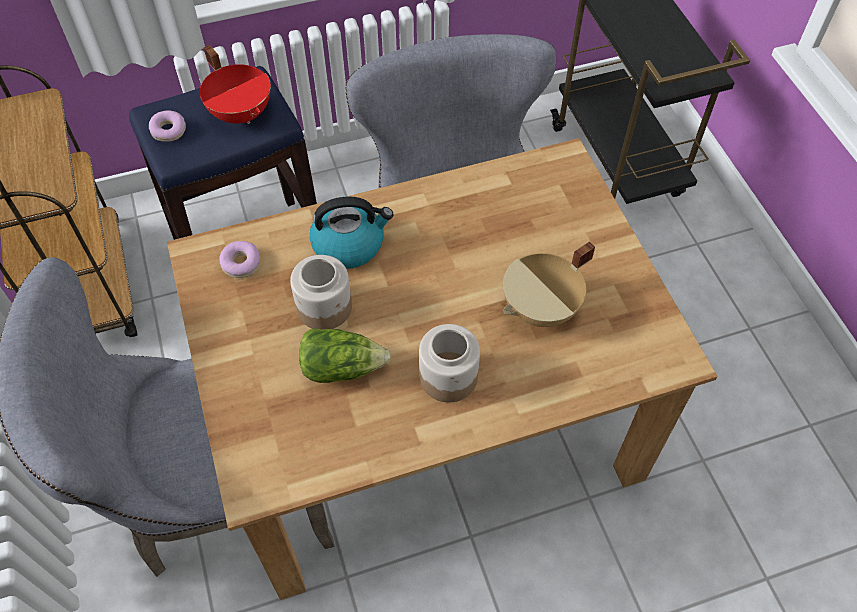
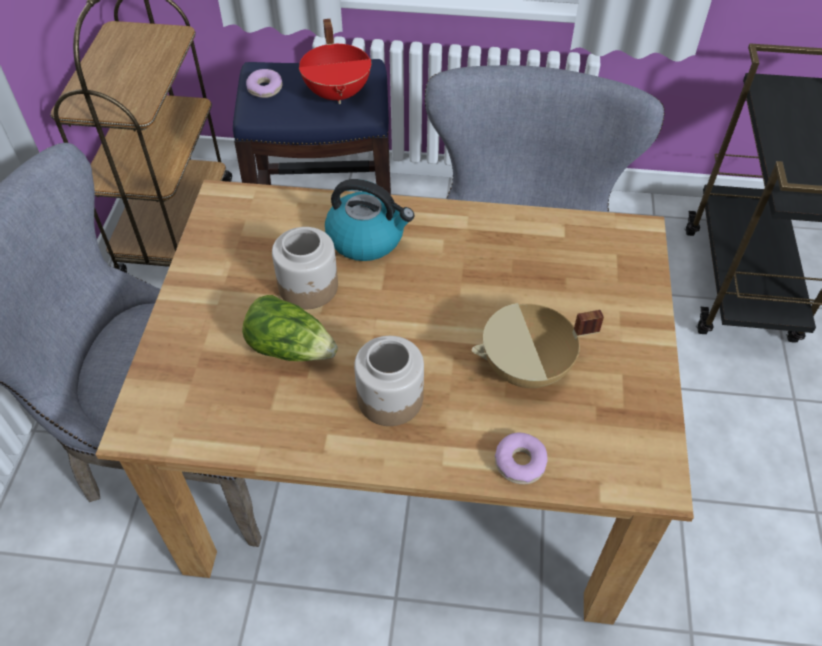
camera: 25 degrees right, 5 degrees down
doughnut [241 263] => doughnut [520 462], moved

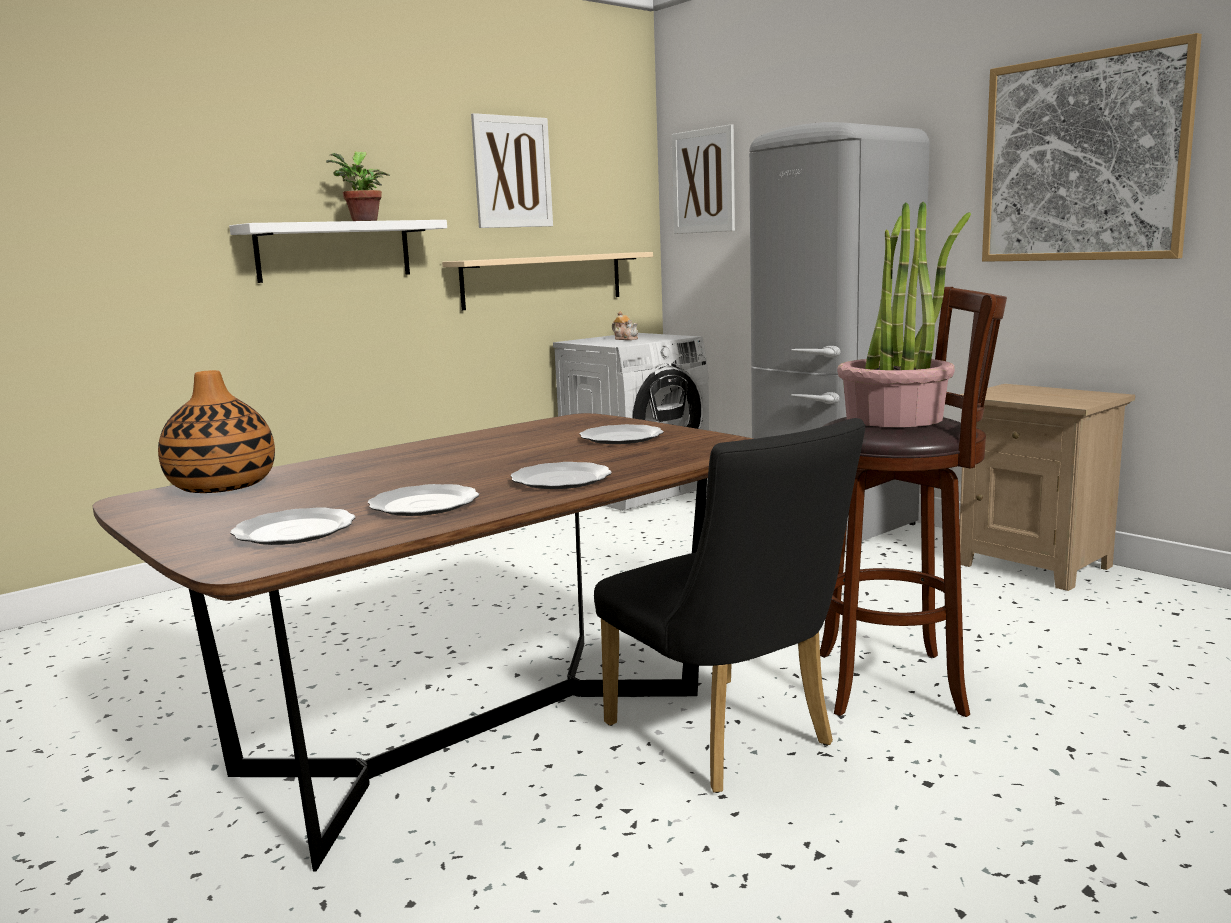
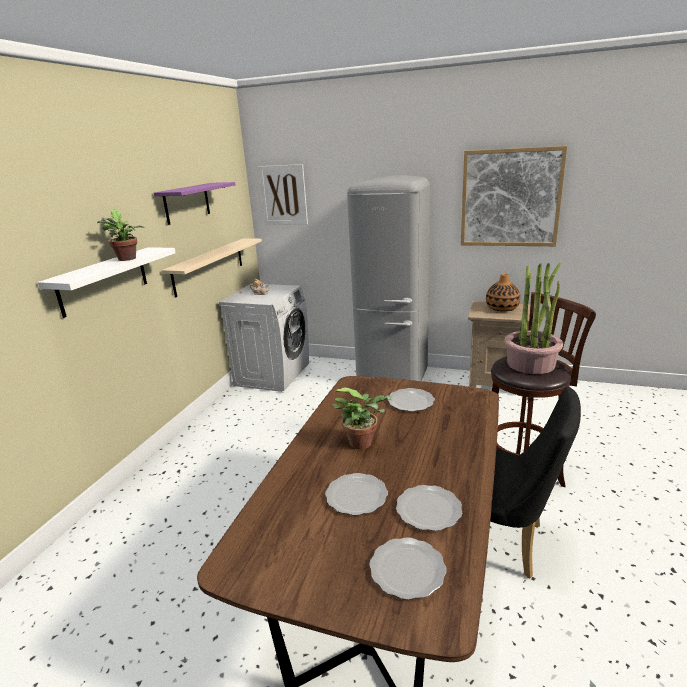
camera: 30 degrees left, 10 degrees up
wall art [512 172] => bracket shelf (purplish) [187 203]
flat dish [562 480] => flat dish [357 496], moved
nothing => potted plant [363 442]
flower vase [222 486] => flower vase [502 308], moved

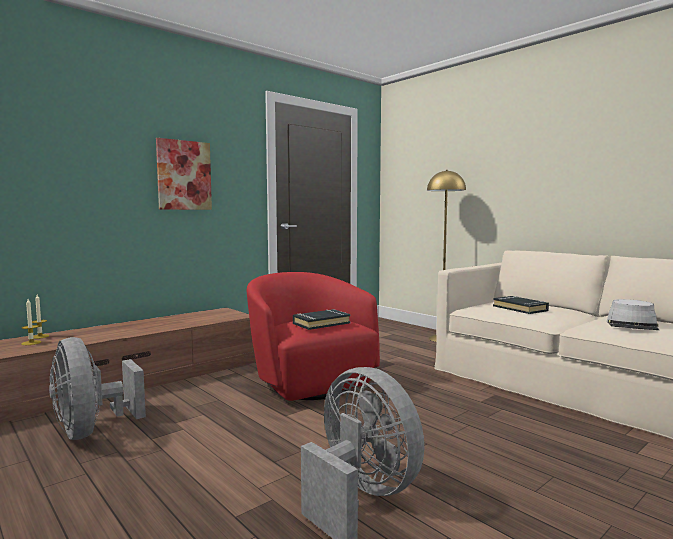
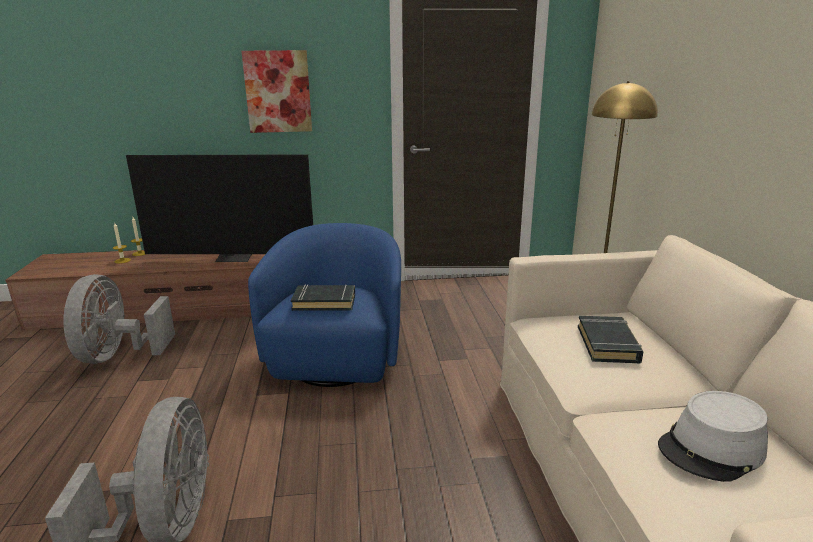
camera: 35 degrees right, 15 degrees up
nothing => TV set [235 258]
lounge chair (red) [308 383] => lounge chair (blue) [337 358]

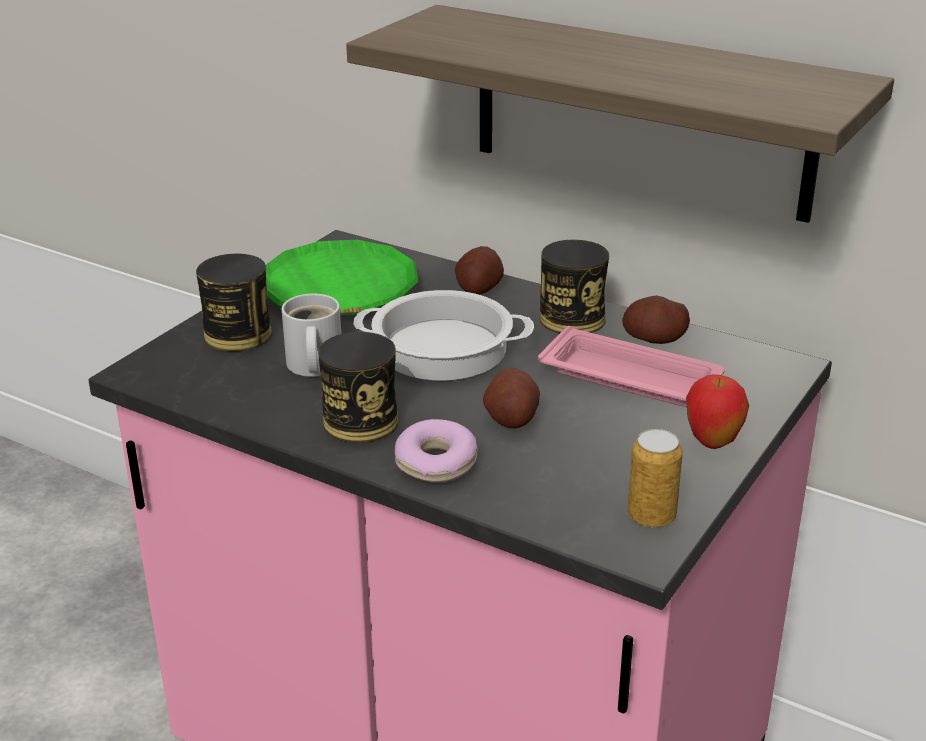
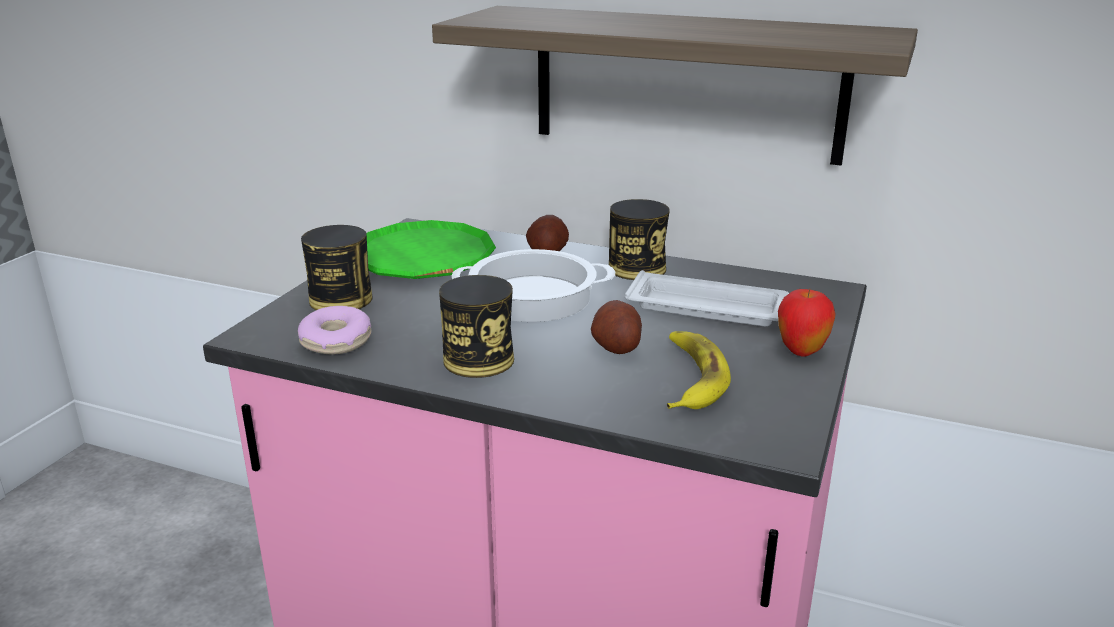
camera: 10 degrees left, 5 degrees down
doughnut [435 463] => doughnut [336 342], moved
tray (pink-coloured) [633 379] => tray (whitish) [709 309]
nothing => banana [691 377]
mug (whitish) [312 366] => nothing
whole potato [654 339] => nothing
sealed can [651 516] => nothing

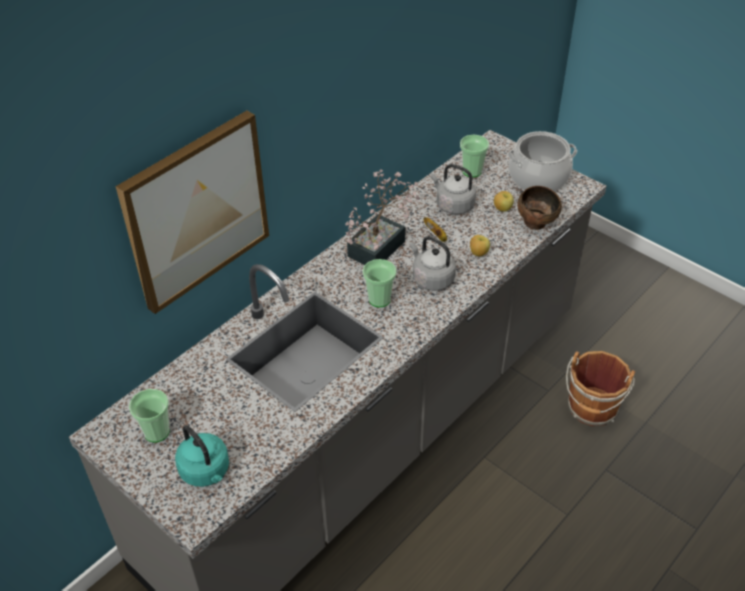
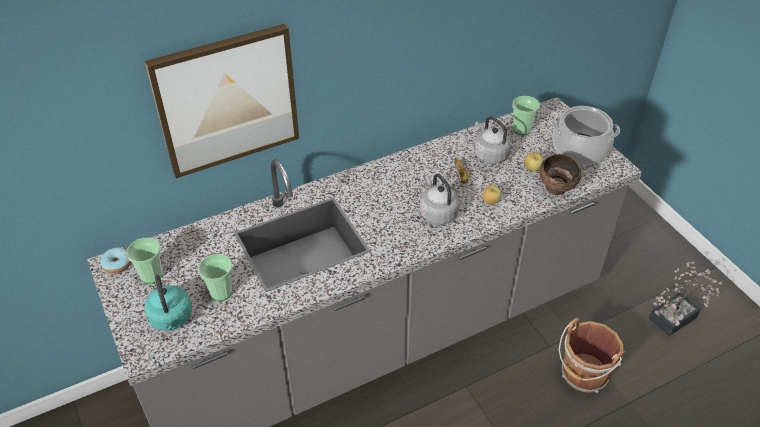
camera: 20 degrees right, 0 degrees up
nothing => doughnut [117 264]
small cup [379 299] => small cup [221 292], moved
potted plant [381 245] => potted plant [676 316], moved

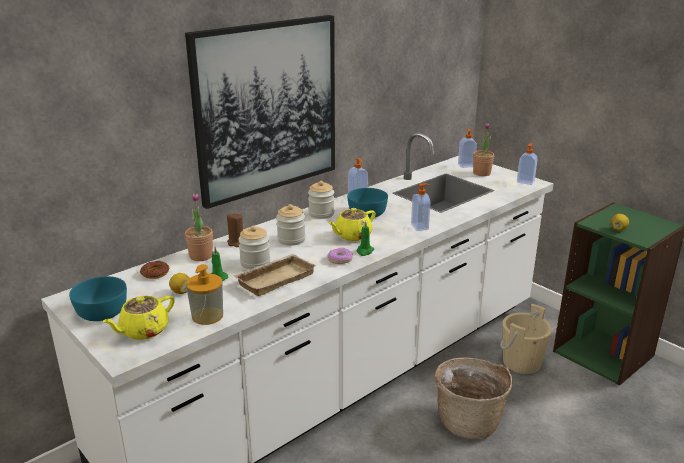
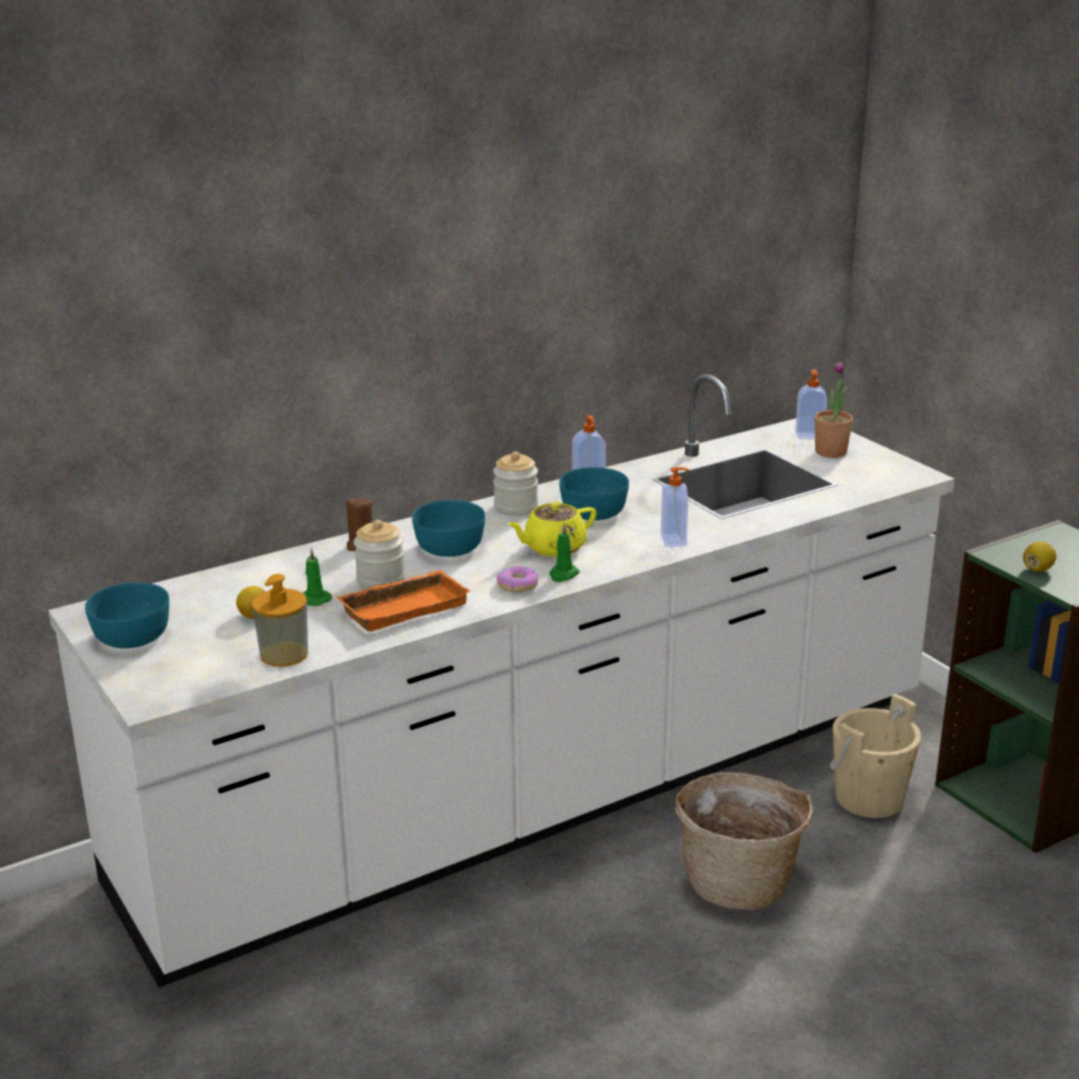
camera: 10 degrees right, 0 degrees up
tray (sand-coloured) [275 278] => tray (orange) [404 606]
storage jar [291 239] => serving bowl (turquoise) [451 547]
tea pot (yellow-coloured) [143 331] => nothing
doughnut [155 273] => nothing
wall art [266 108] => nothing
potted plant [201 256] => nothing
soap bottle [525 182] => nothing

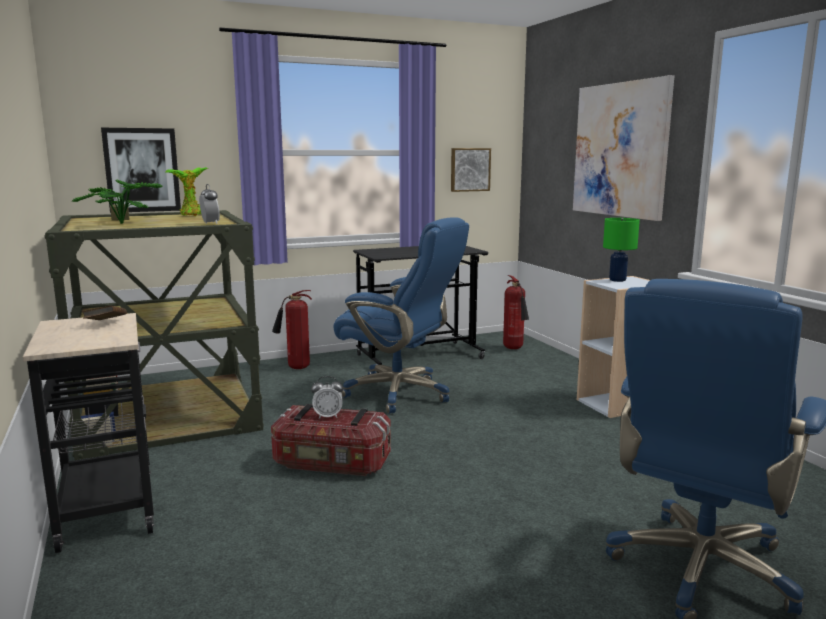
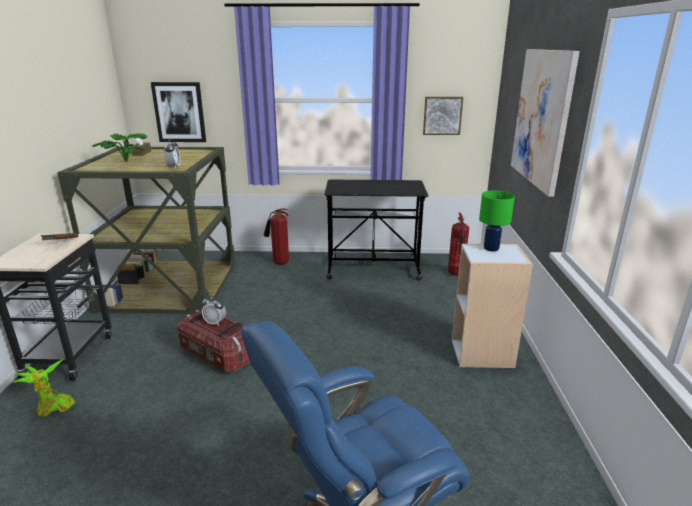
camera: 25 degrees right, 10 degrees up
potted plant [194 215] => potted plant [53 408], moved
office chair (blue) [400 395] => nothing

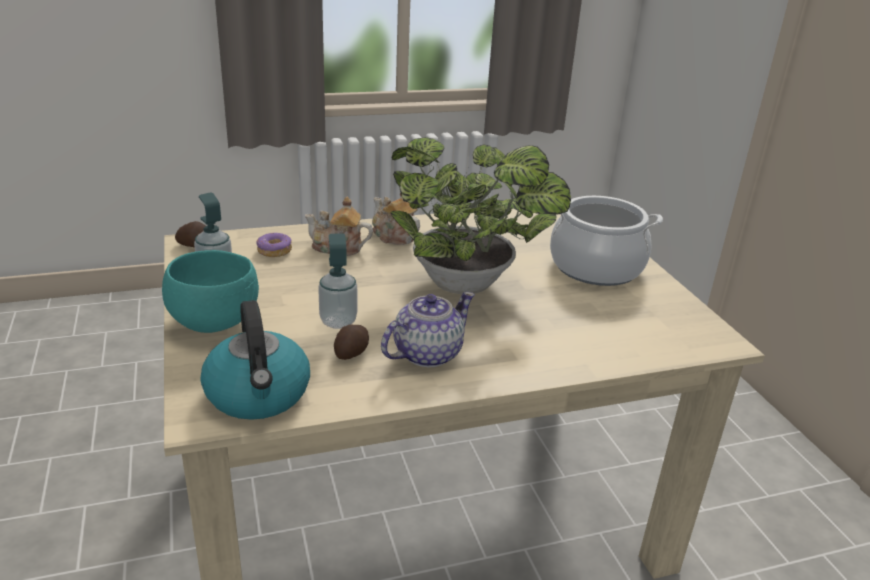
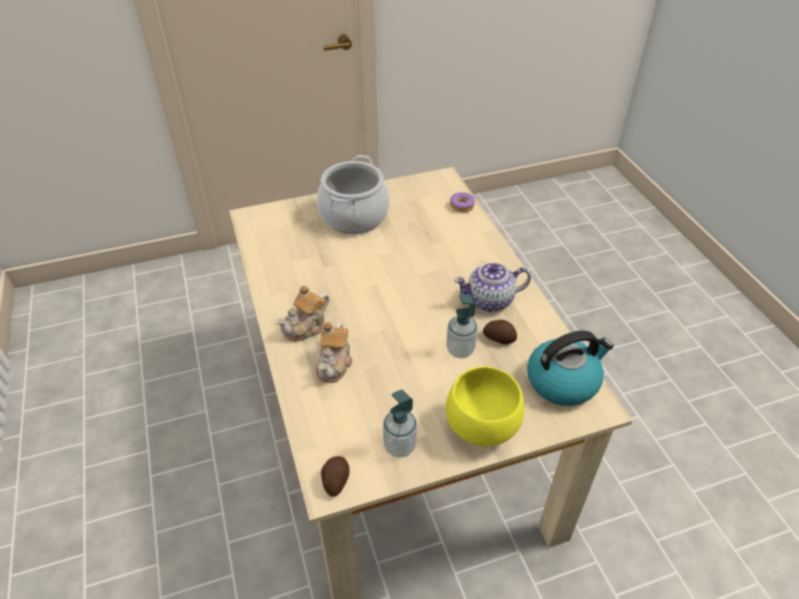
camera: 90 degrees left, 15 degrees up
serving bowl (turquoise) [215 322] => serving bowl (yellow-coloured) [479 427]
doughnut [274 251] => doughnut [462 206], moved
tea pot [426 354] => tea pot [490 300], 60 degrees counterclockwise
potted plant [468 286] => nothing

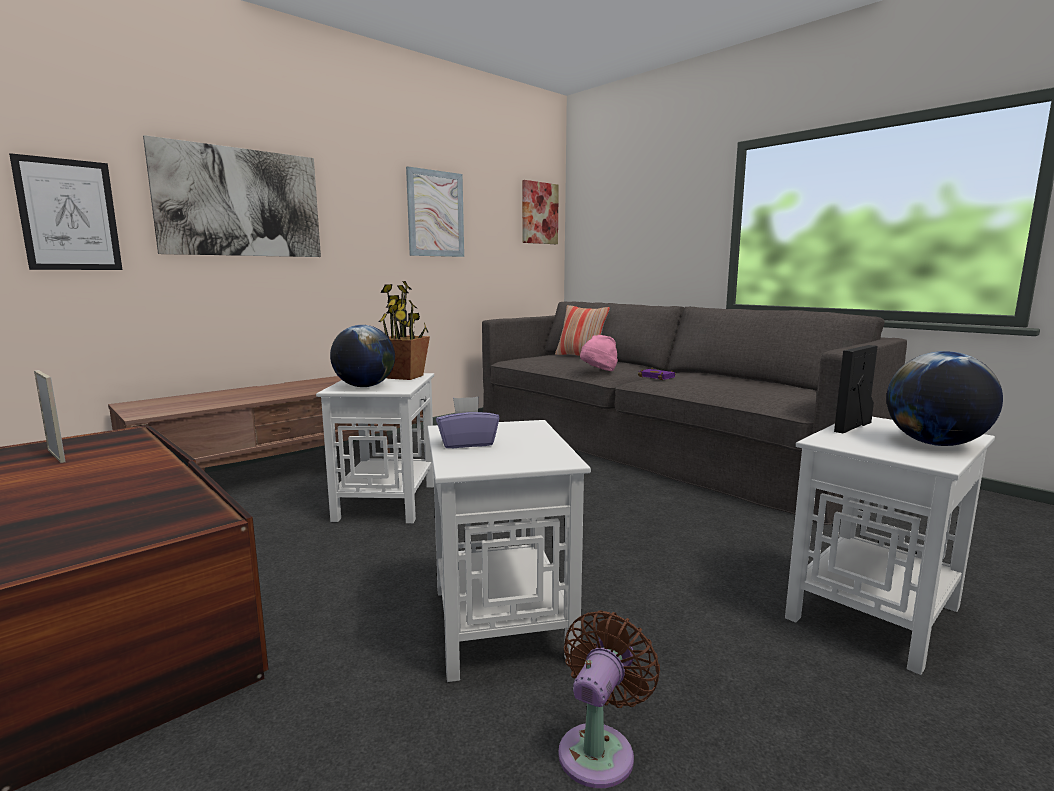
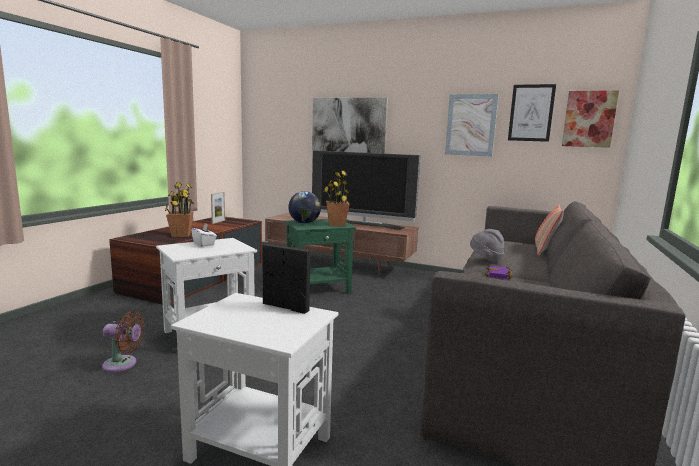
camera: 65 degrees right, 0 degrees up
nothing => potted plant [180 235]
tissue box (purplish) [467 443] => tissue box (whitish) [204 244]
end table (whitish) [387 501] => end table (green-coloured) [318 289]
nothing => TV set [363 224]
clothing hat (pink-coloured) [598 372] => clothing hat (gray) [486 260]
wall art [69 215] => wall art [531 113], moved
desk globe [935 444] => nothing

